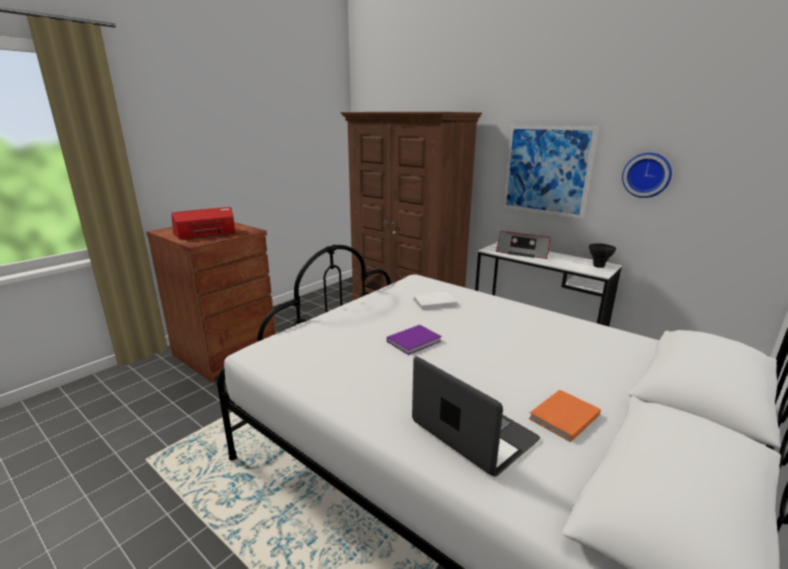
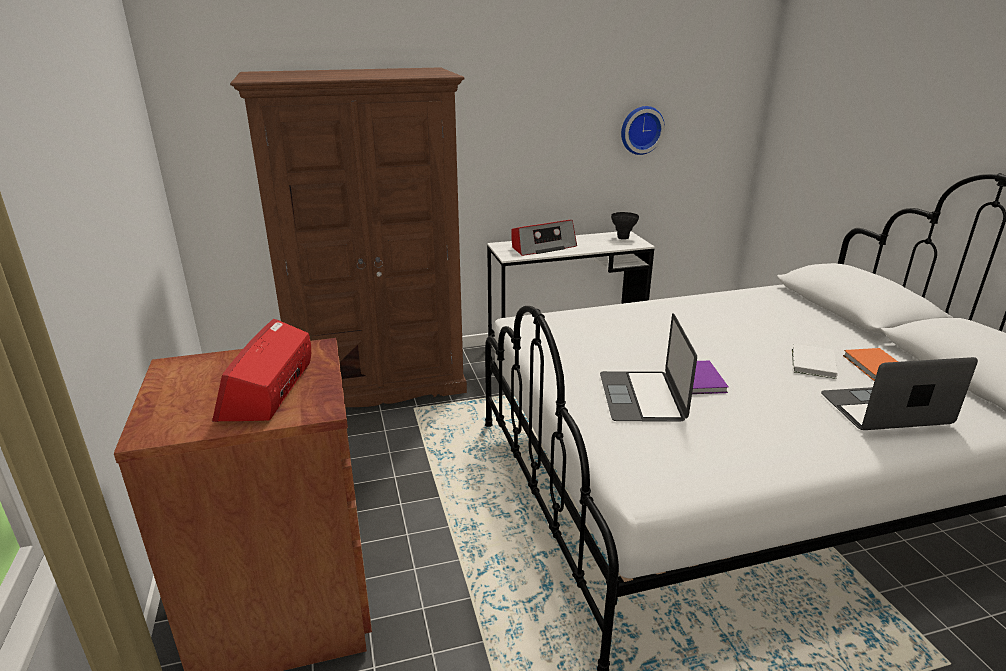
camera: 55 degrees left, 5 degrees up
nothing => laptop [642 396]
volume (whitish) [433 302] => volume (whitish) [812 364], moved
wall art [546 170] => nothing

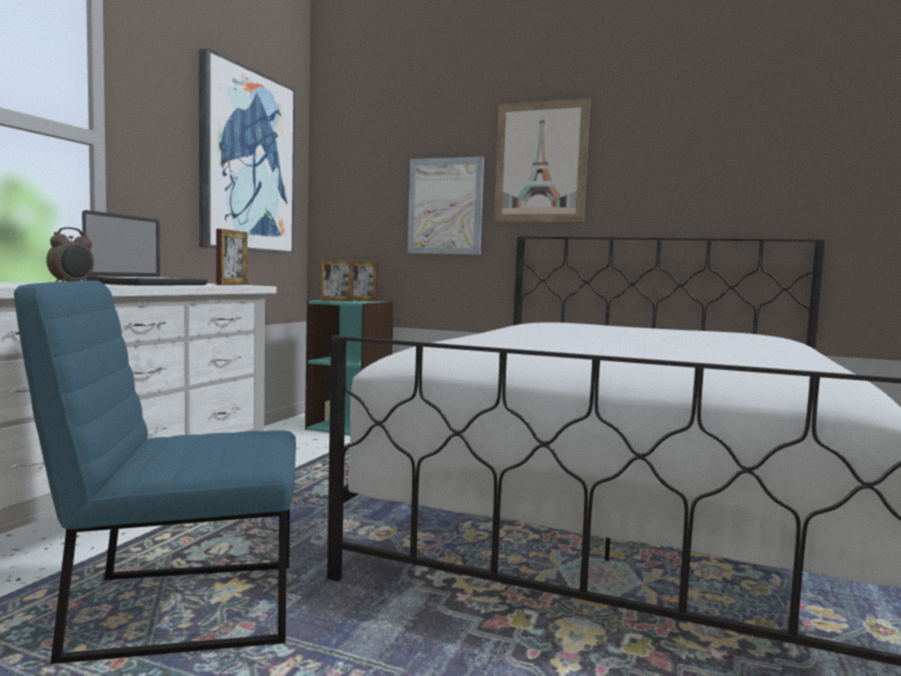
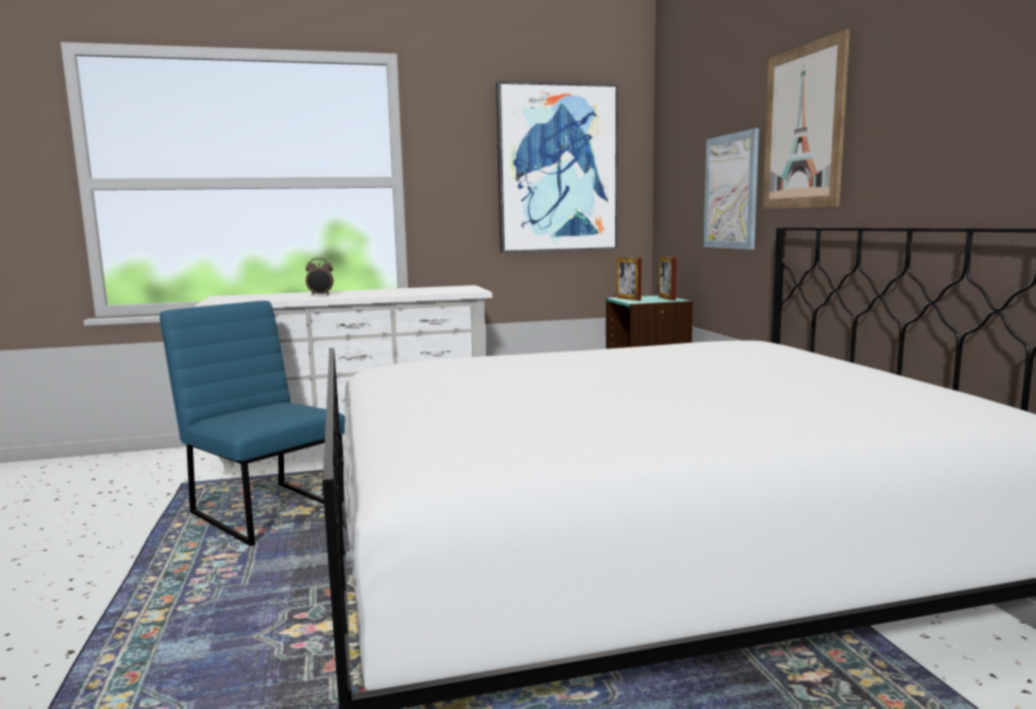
camera: 55 degrees right, 5 degrees up
laptop [149 284] => nothing
picture frame [232 284] => nothing

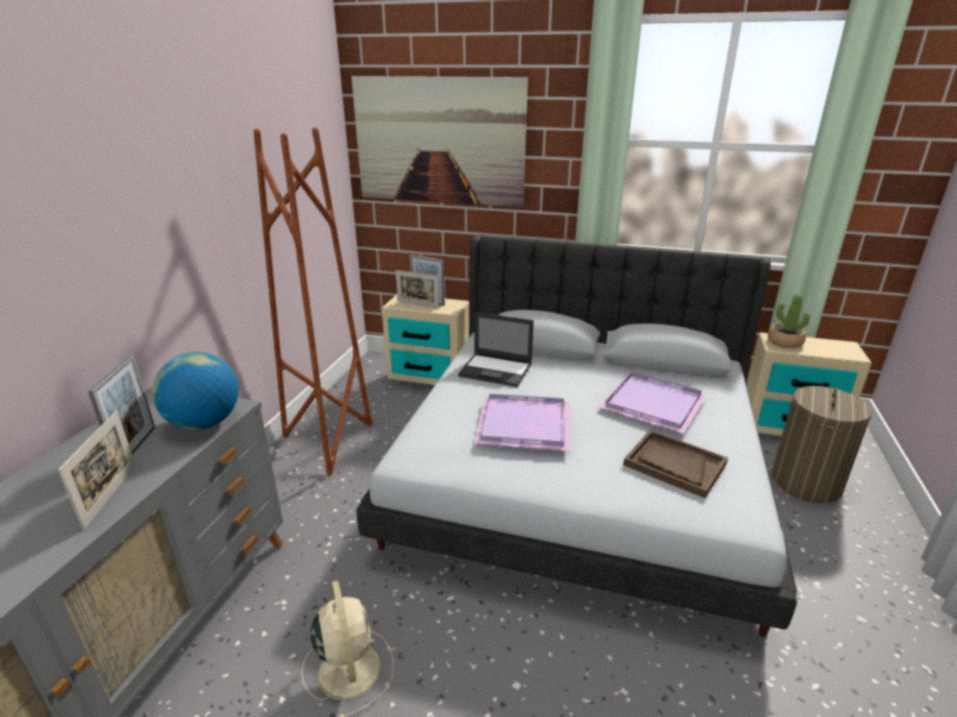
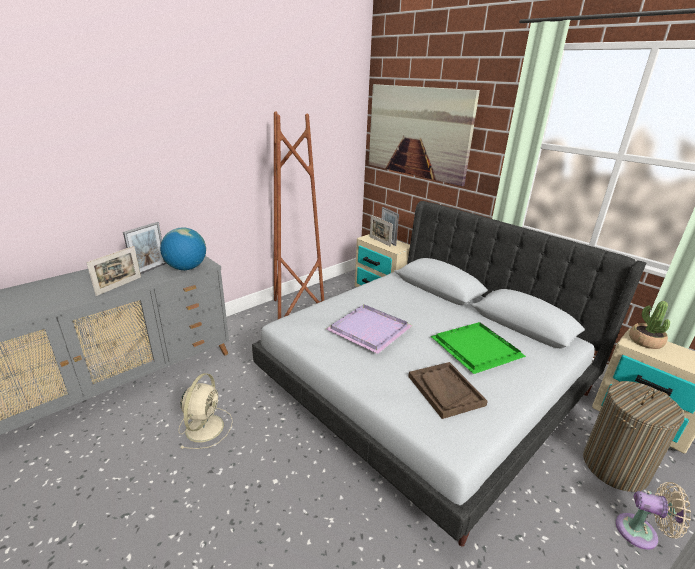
camera: 30 degrees right, 0 degrees up
tray (purplish) [650 404] => tray (green-coloured) [474 348]
nothing => fan (sand-coloured) [641 533]
laptop [496 370] => nothing

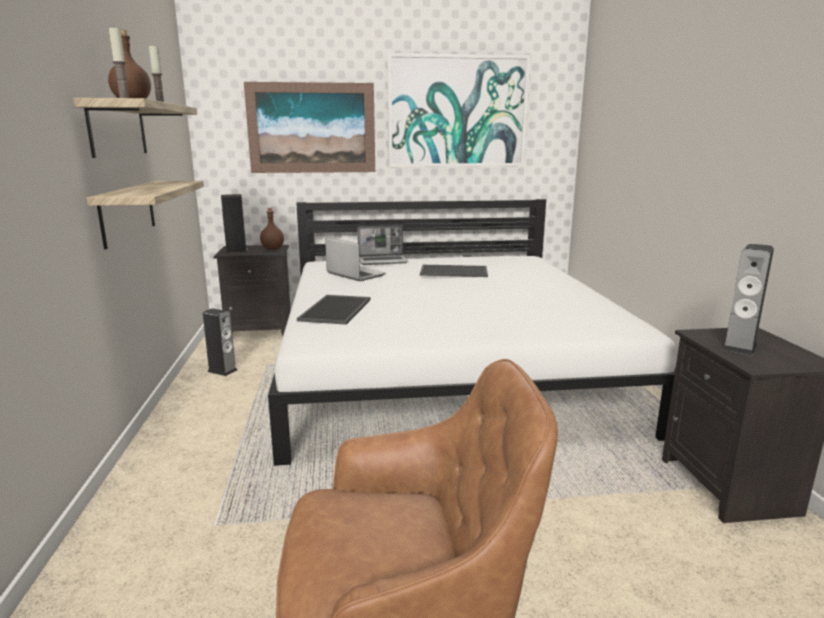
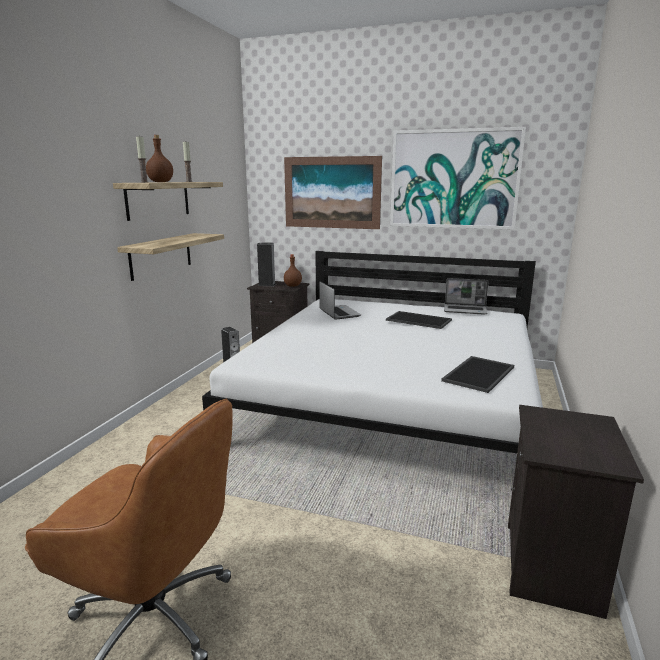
camera: 25 degrees right, 0 degrees up
tray [334 309] => tray [478 373], moved
laptop [383 261] => laptop [465 310], moved
audio speaker [739 346] => nothing

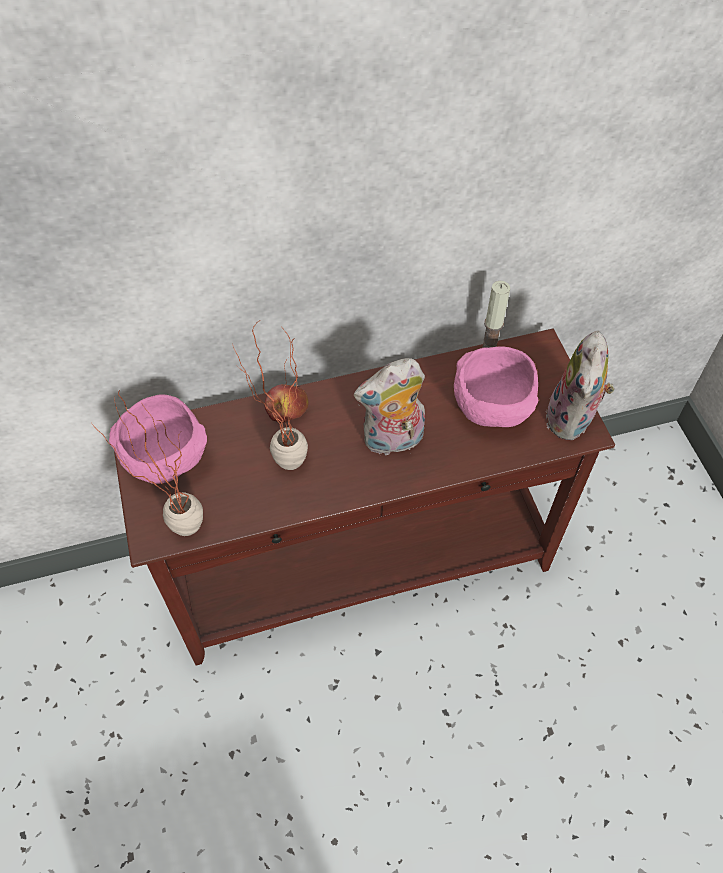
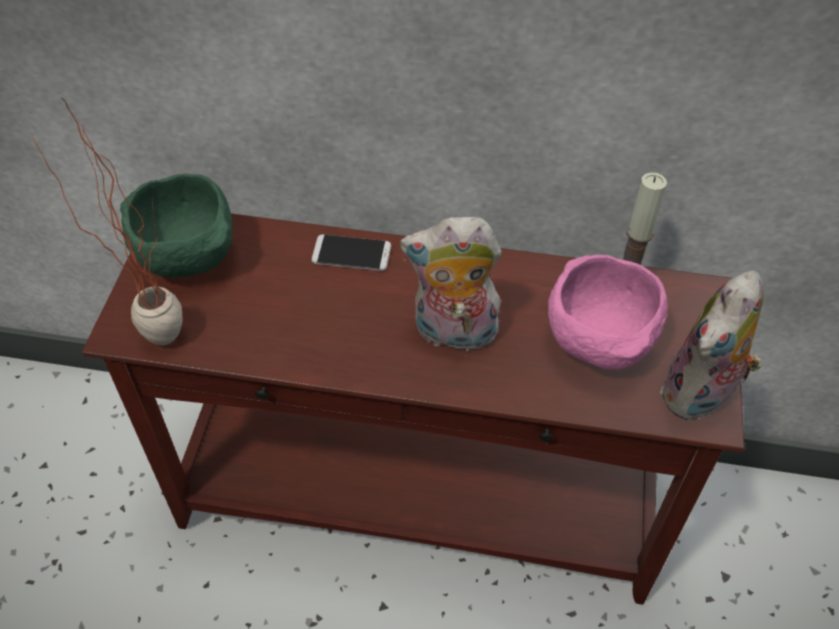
camera: 25 degrees right, 5 degrees down
serving bowl (pink-coloured) [169 460] => serving bowl (green-coloured) [191 259]
whole apple [287 409] => handset [351 253]
potted plant [279 467] => nothing

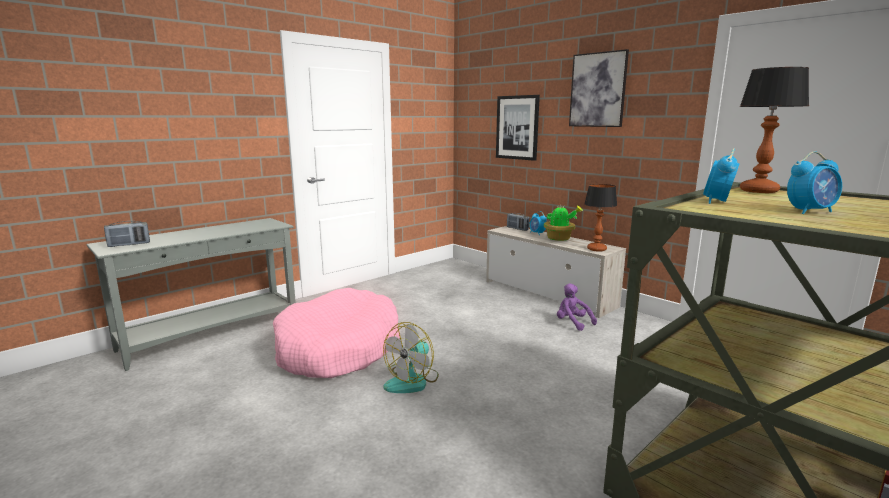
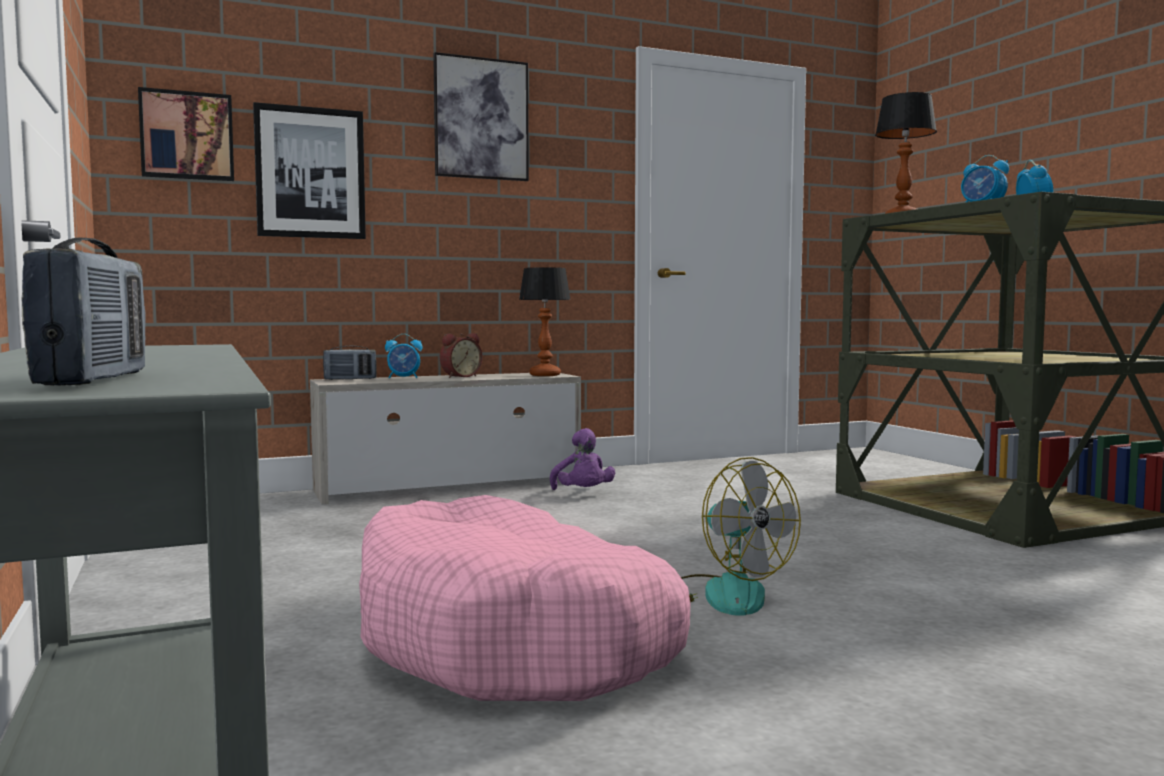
camera: 70 degrees left, 10 degrees down
nothing => wall art [187 136]
potted plant [559 239] => table clock [459 376]
plush toy (purplish) [572 323] => plush toy (purplish) [583 494], 90 degrees counterclockwise

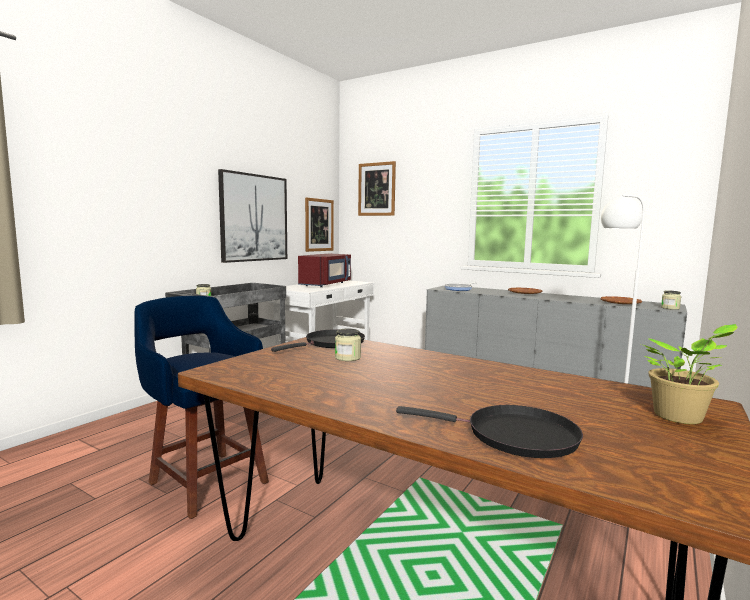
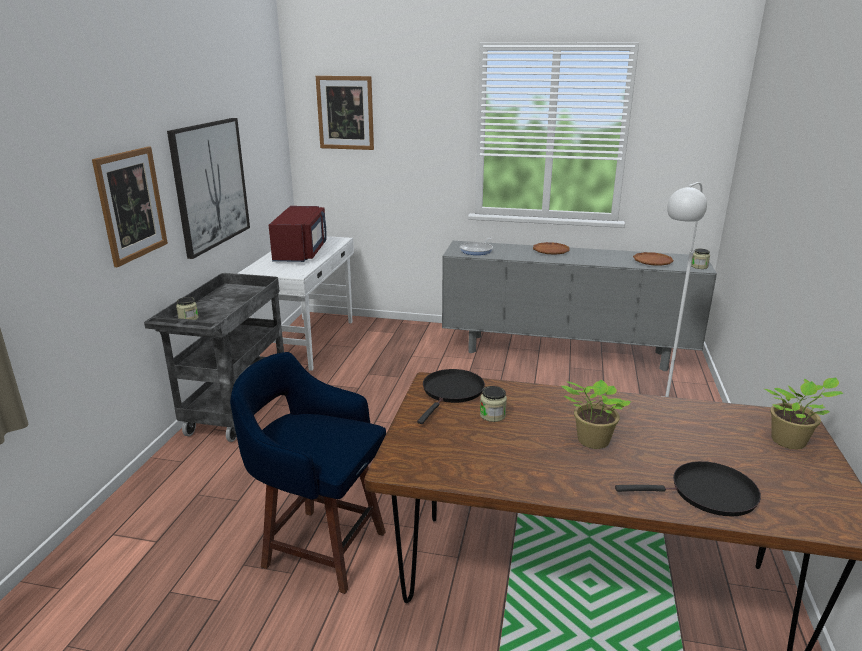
camera: 20 degrees left, 15 degrees up
wall art [319 225] => wall art [131 205], moved
nothing => potted plant [591 441]

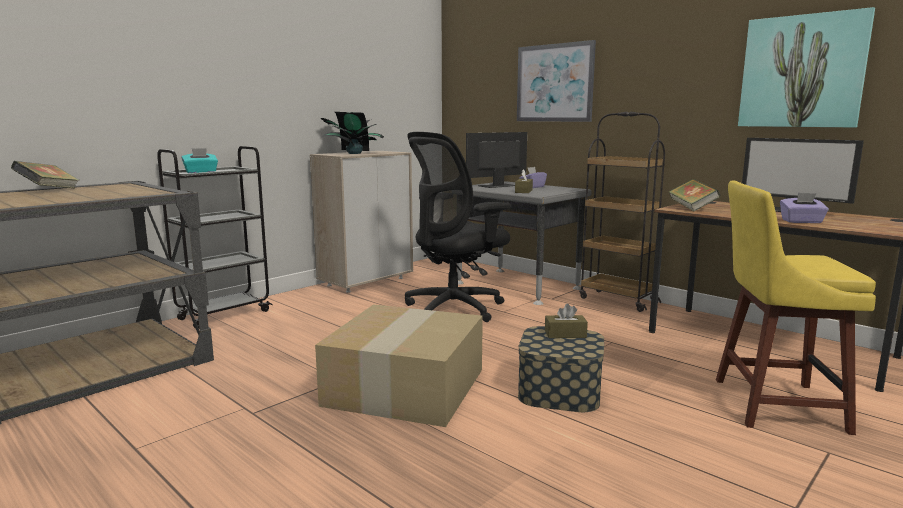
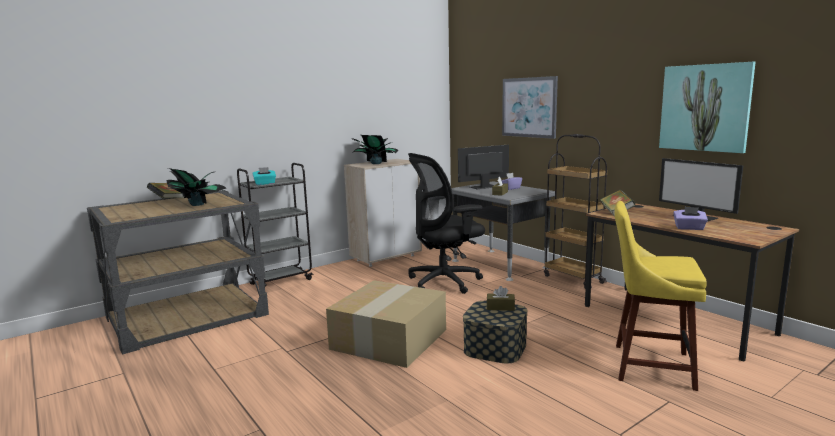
camera: 10 degrees right, 0 degrees up
nothing => potted plant [197 204]

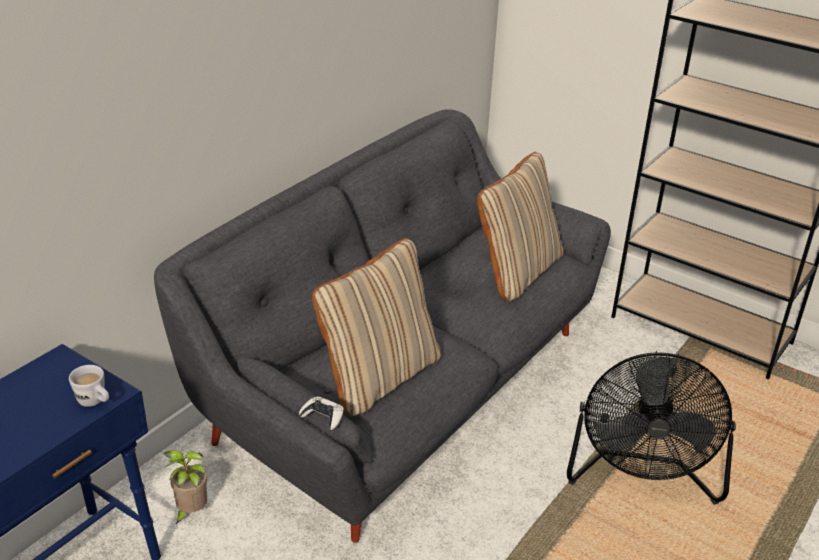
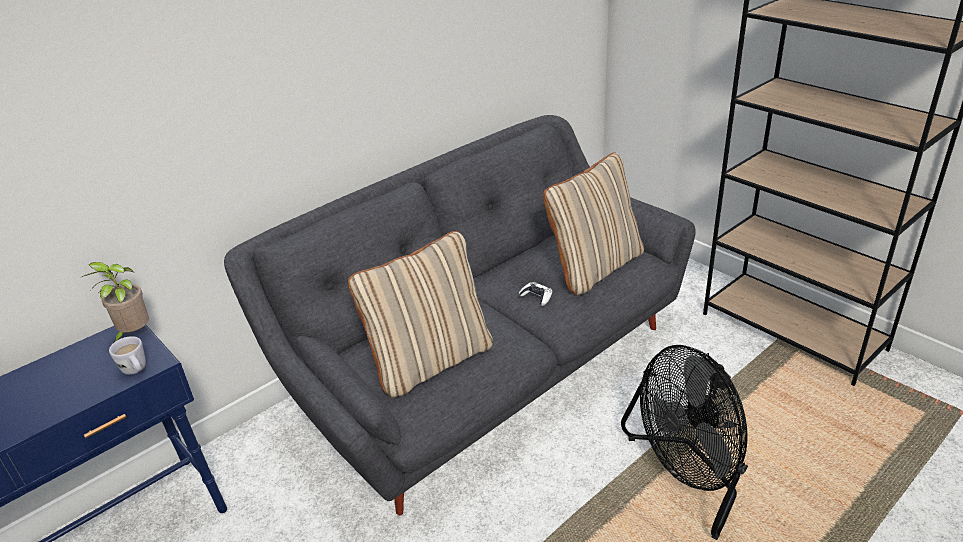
camera: 15 degrees right, 0 degrees up
potted plant [190 512] => potted plant [134 334], moved
gamepad (whitish) [323 416] => gamepad (whitish) [536 296], moved
fan (black) [636 472] => fan (black) [690 471], 45 degrees clockwise

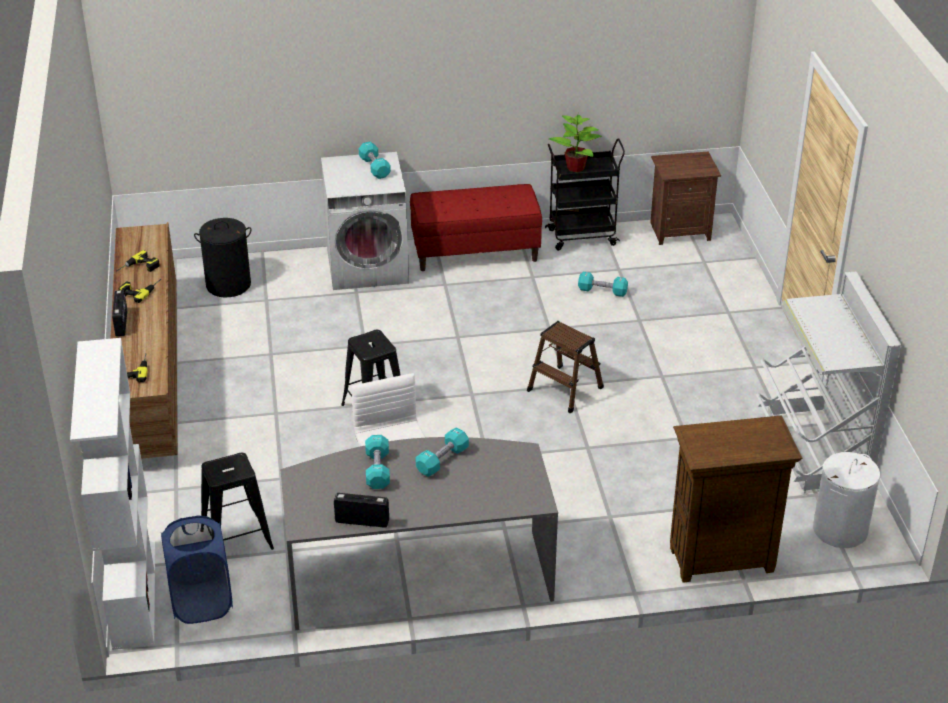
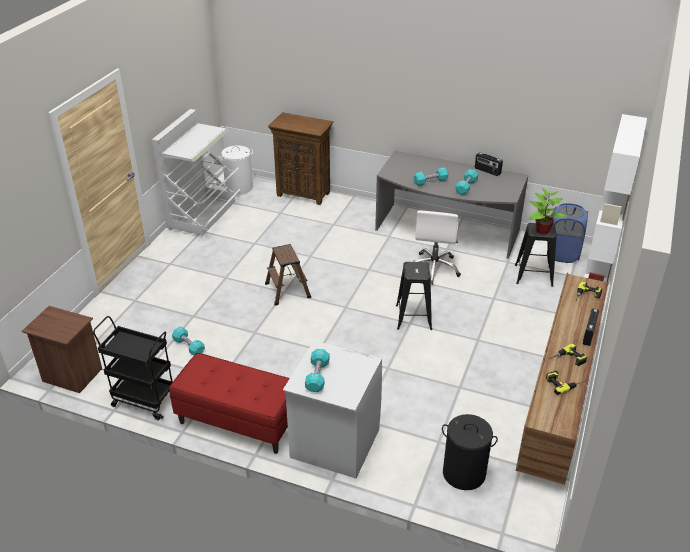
camera: 150 degrees left, 0 degrees up
potted plant [576 167] => potted plant [542 230], moved

